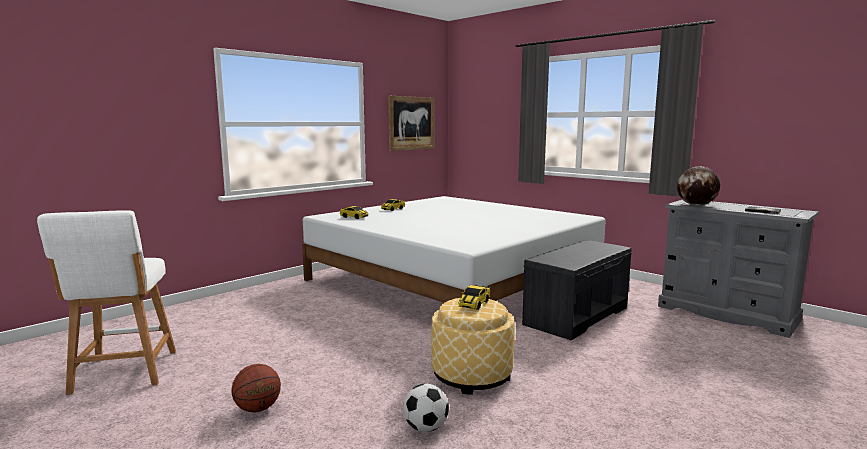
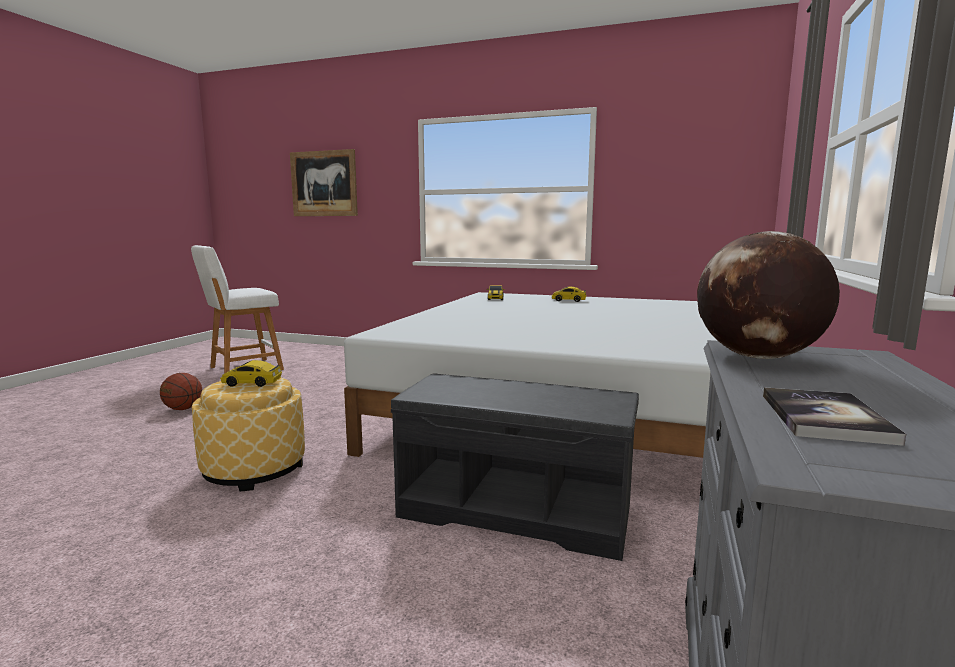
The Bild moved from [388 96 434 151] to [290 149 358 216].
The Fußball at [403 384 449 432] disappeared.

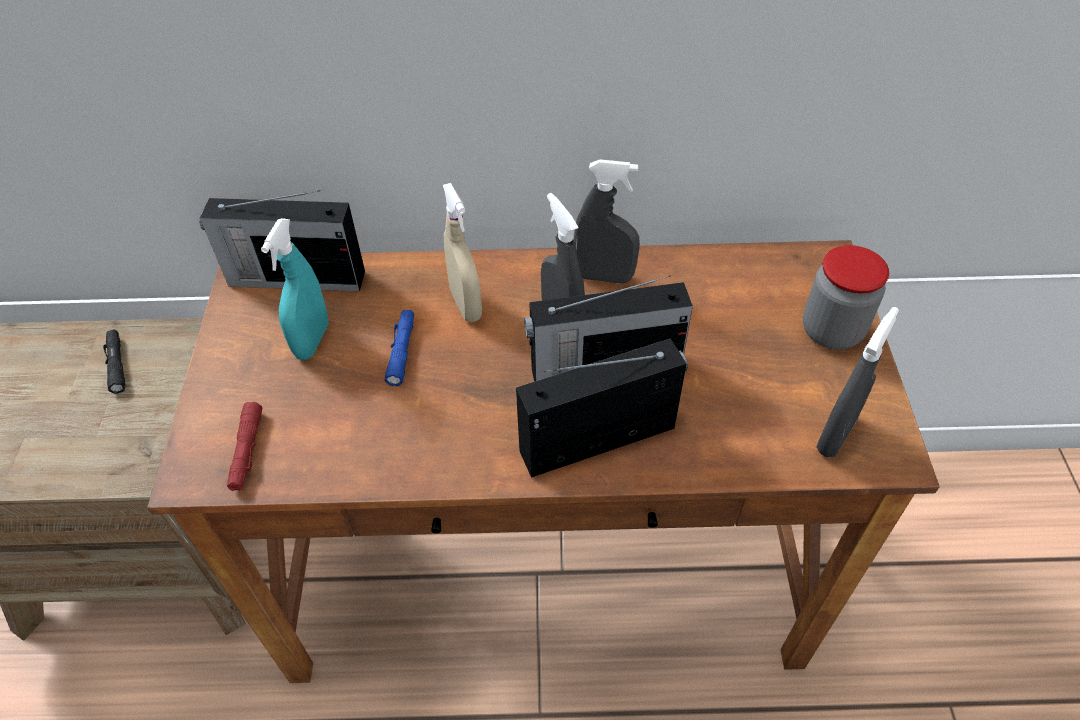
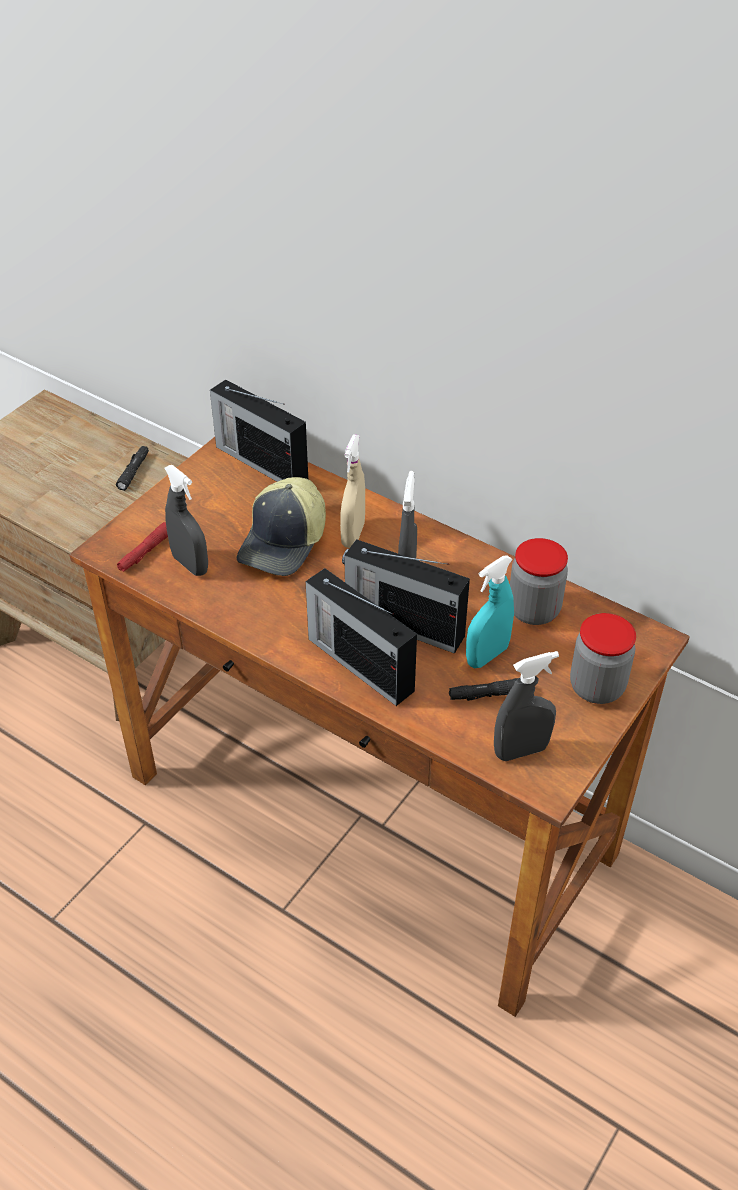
The Sprühflasche (grau) moved from [574 159 640 284] to [164 465 208 576].
The Taschenlampe (blau) at [385 310 414 386] was replaced by the Kappe at [237 477 326 576].
The Radio at [516 338 688 478] turned 150 degrees counterclockwise.
The Taschenlampe (schwarz) at [449 678 518 701] appeared.
The Sprühflasche (türkis) moved from [261 218 328 360] to [466 555 514 668].
The Vorratsglas at [510 538 568 625] appeared.

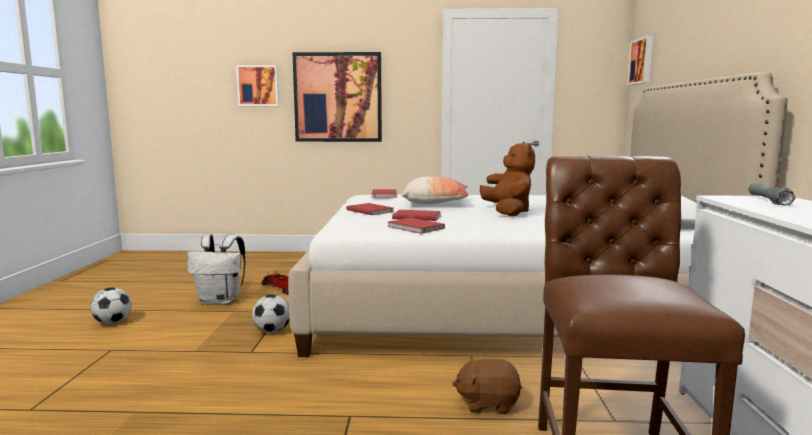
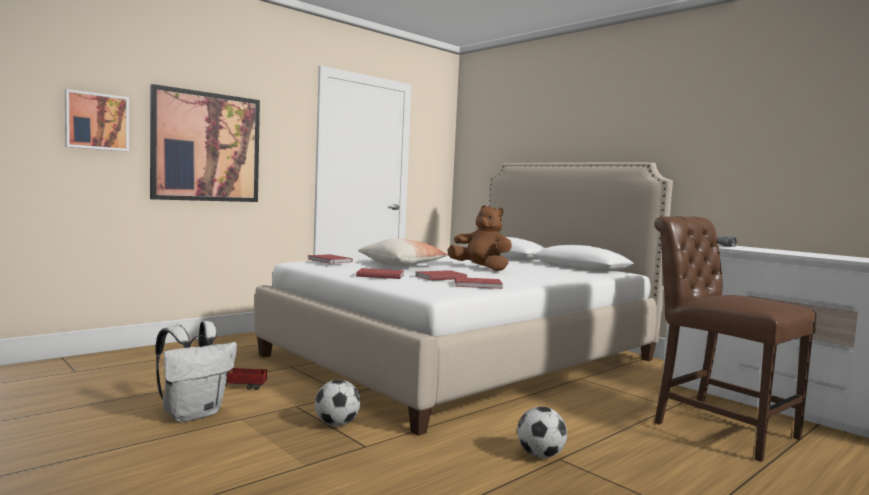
The Fußball moved from [90 287 132 324] to [517 407 567 458].
The Plüschtier (braun) at [452 357 522 414] disappeared.
The Bild at [627 35 653 85] disappeared.

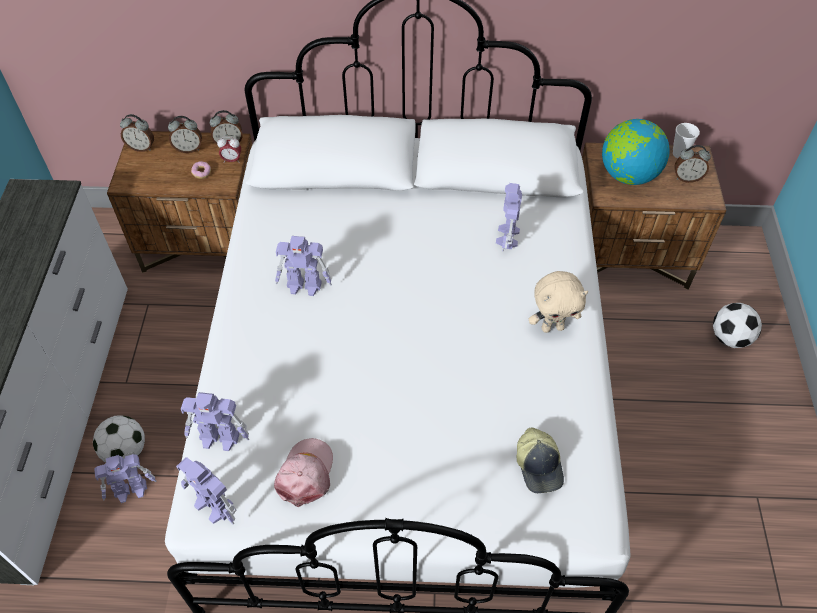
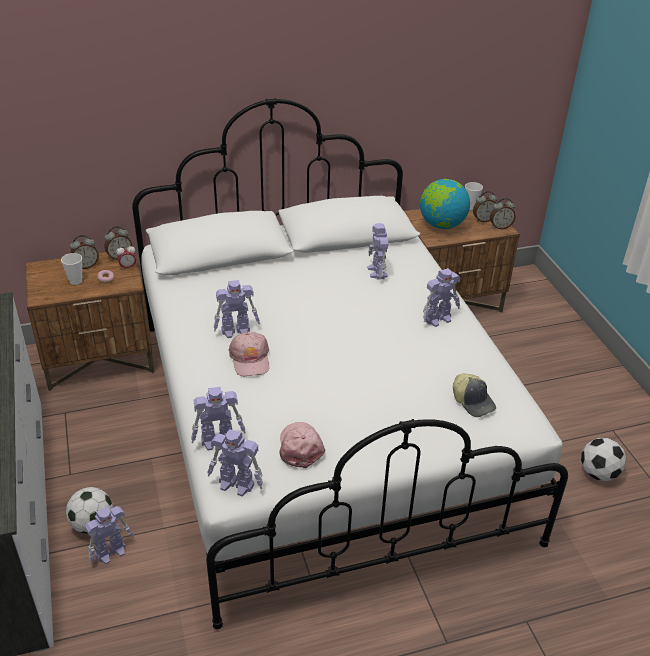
The Tasse at [61 253 82 285] appeared.
The Kappe (rosa) at [229 332 269 376] appeared.
The Plüschtier (beige) at [529 271 588 333] was replaced by the Spielzeugroboter at [423 268 460 327].
The Wecker moved from [120 114 154 152] to [490 198 516 229].
The Fußball moved from [713 303 762 348] to [581 438 626 481].

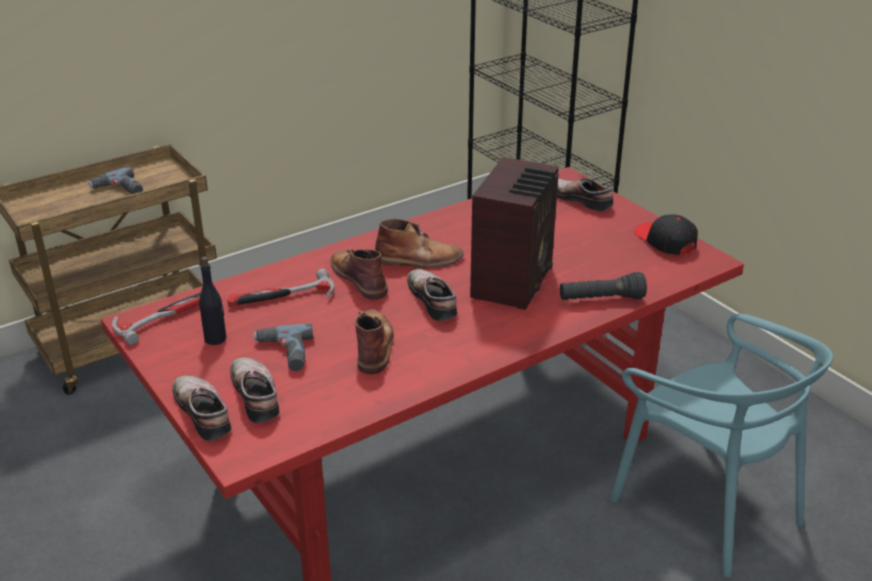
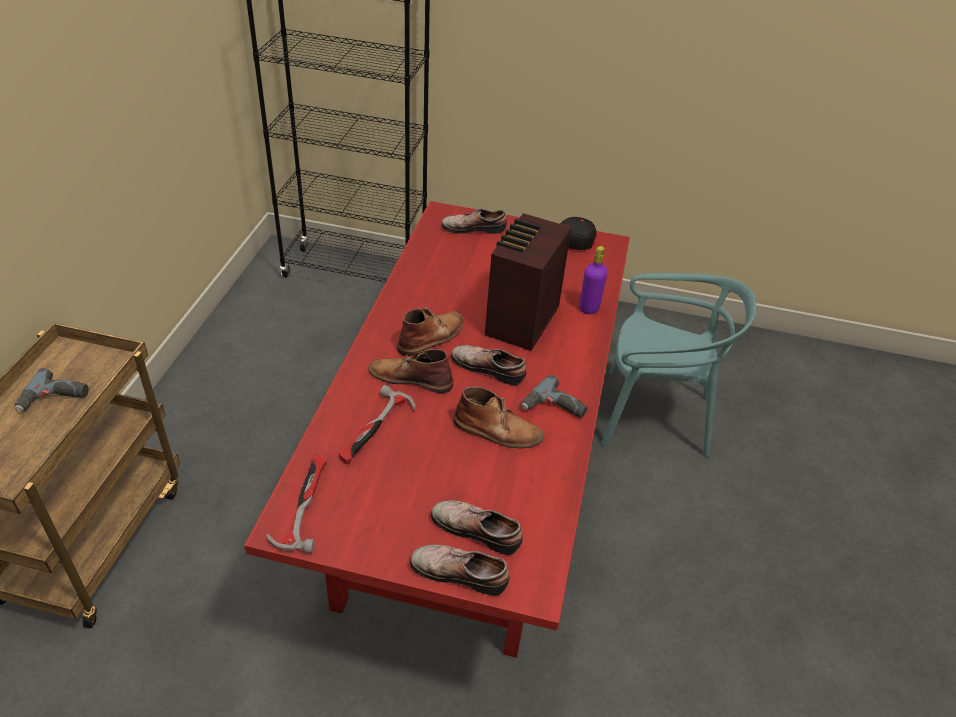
The Stiefel (braun) at [355 309 394 374] turned 150 degrees clockwise.
The Radio at [470 157 559 310] turned 135 degrees counterclockwise.
The Bohrmaschine moved from [253 323 313 371] to [521 375 588 418].
The Taschenlampe (schwarz) at [560 272 647 300] was replaced by the Flasche (lila) at [579 246 608 314].
The Flasche (schwarz) at [199 256 227 345] disappeared.

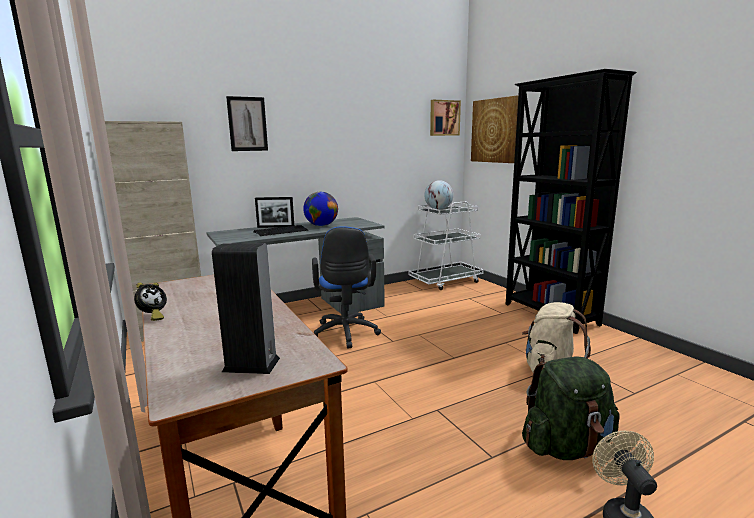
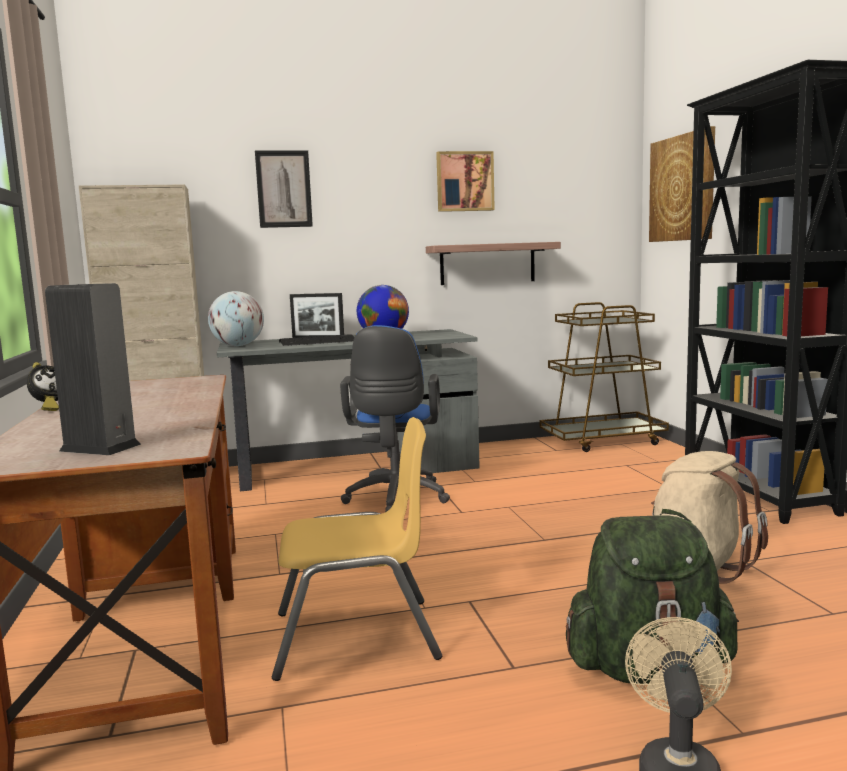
The Globus moved from [424 180 454 210] to [208 291 264 346].
The Stuhl (gelb) at [272 417 442 681] appeared.
The Wandregal at [426 242 561 285] appeared.
The Bild moved from [430 100 461 136] to [436 151 495 212].
The Rollwagen (weiß) at [408 201 484 290] became the Rollwagen (braun) at [540 302 669 452].

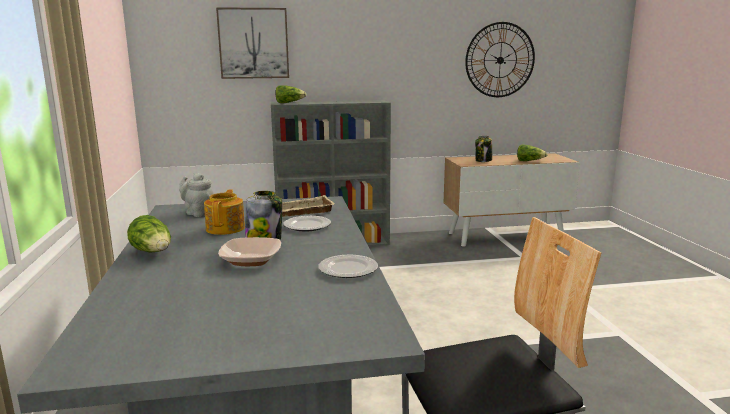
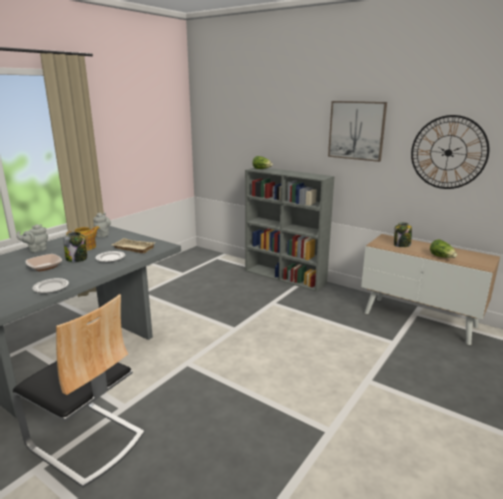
The Salatkopf at [127 215 171 252] was replaced by the Teekanne (grau) at [16 224 48 252].
The Bild moved from [216 7 289 79] to [328 101 387 162].

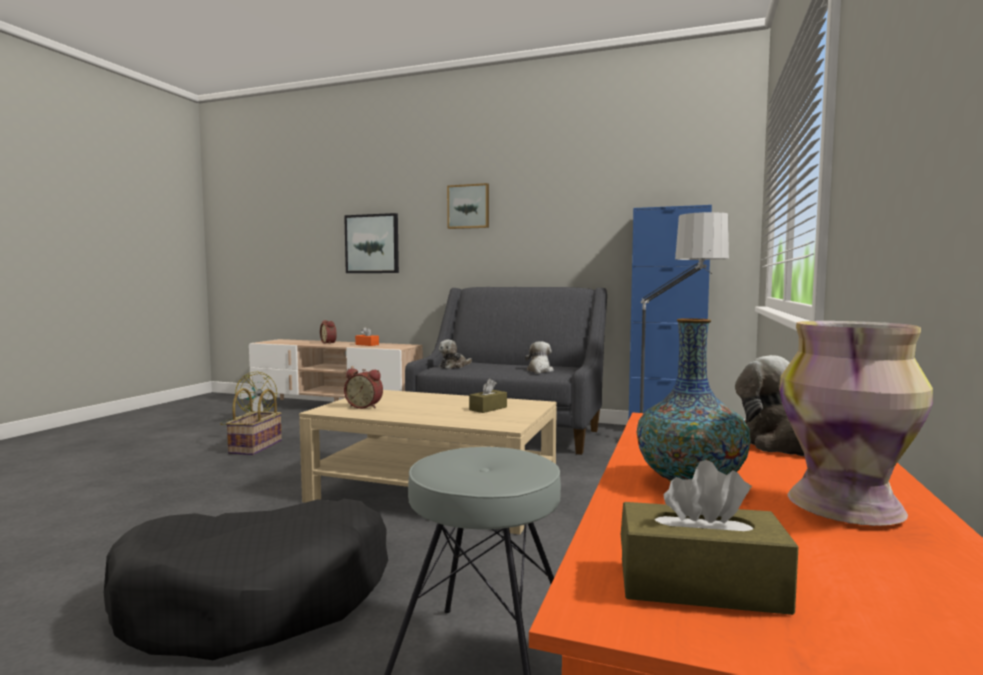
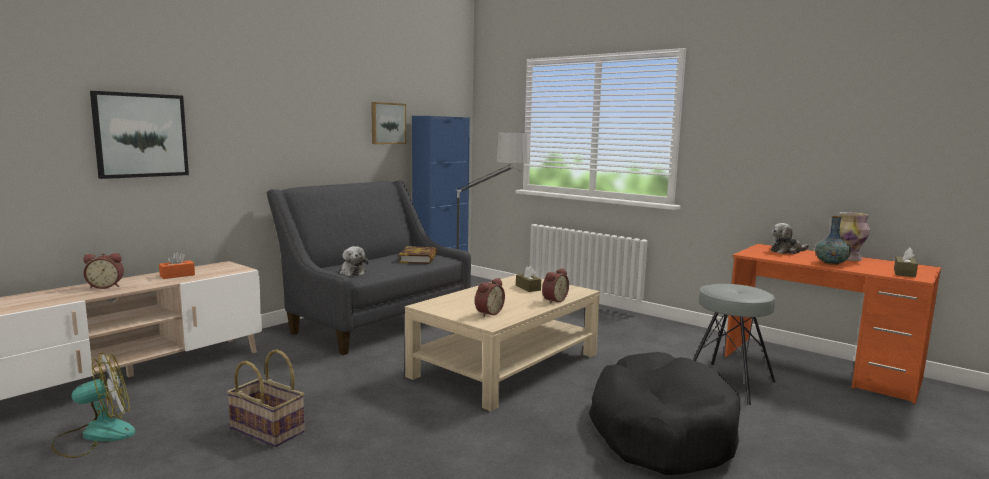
The Bild moved from [447 183 489 229] to [371 102 406 144].
The Plüschtier at [525 341 554 374] was replaced by the Buch at [399 246 437 264].
The Wecker at [542 269 569 304] appeared.

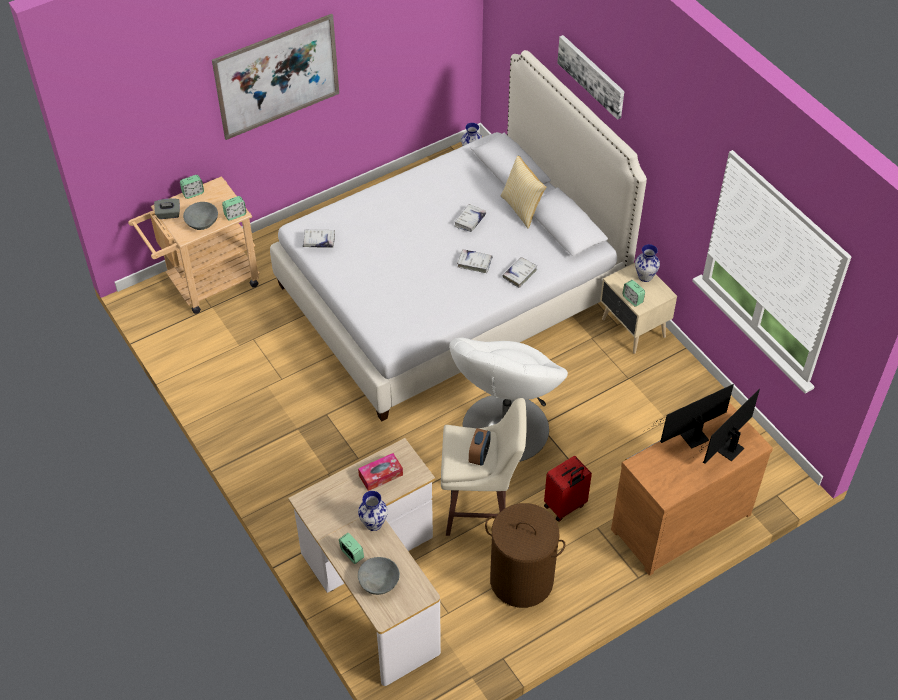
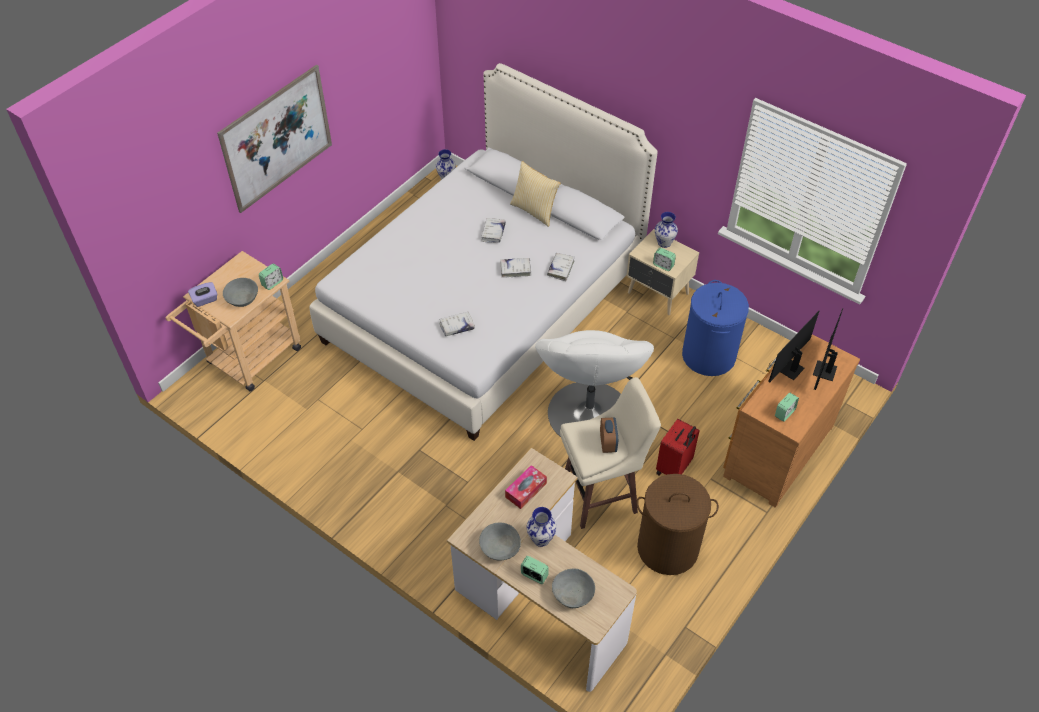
The Taschentuchbox (grau) at [154 199 180 219] became the Taschentuchbox (lila) at [188 282 217 307].
The Buch (weiß) moved from [303 230 335 248] to [439 312 475 336].
The Schüssel (grau) at [479 523 521 561] appeared.
The Wäschekorb (blau) at [682 280 749 376] appeared.
The Wecker moved from [180 175 204 199] to [775 393 799 422].
The Bild at [557 35 624 120] disappeared.

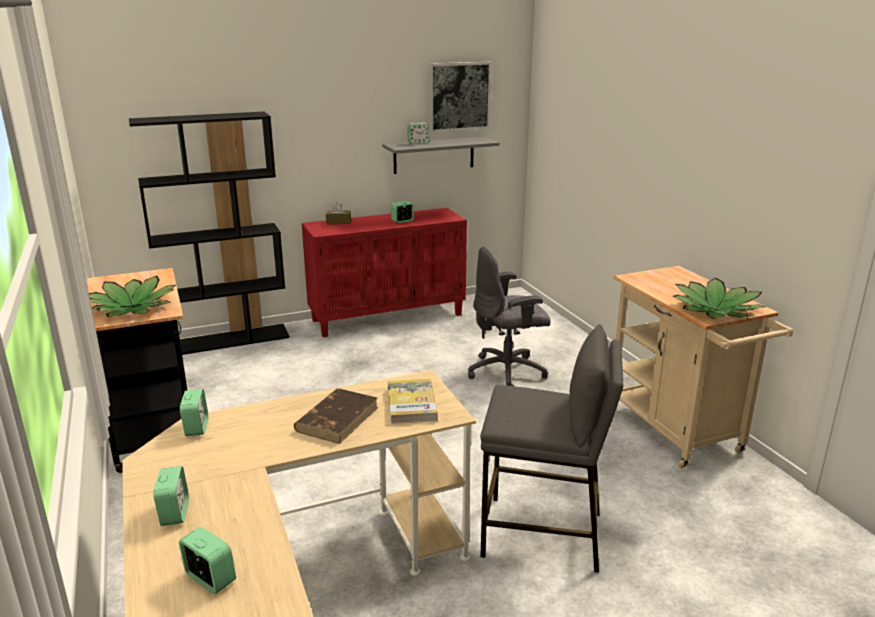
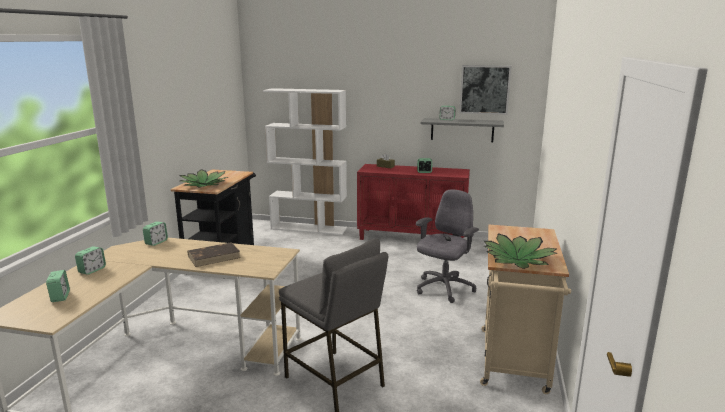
The Bücherregal (schwarz) at [129 111 290 355] became the Bücherregal (weiß) at [263 88 347 235].
The Bürostuhl (grau) at [468 247 551 386] turned 105 degrees clockwise.
The Buch at [387 379 438 424] disappeared.

